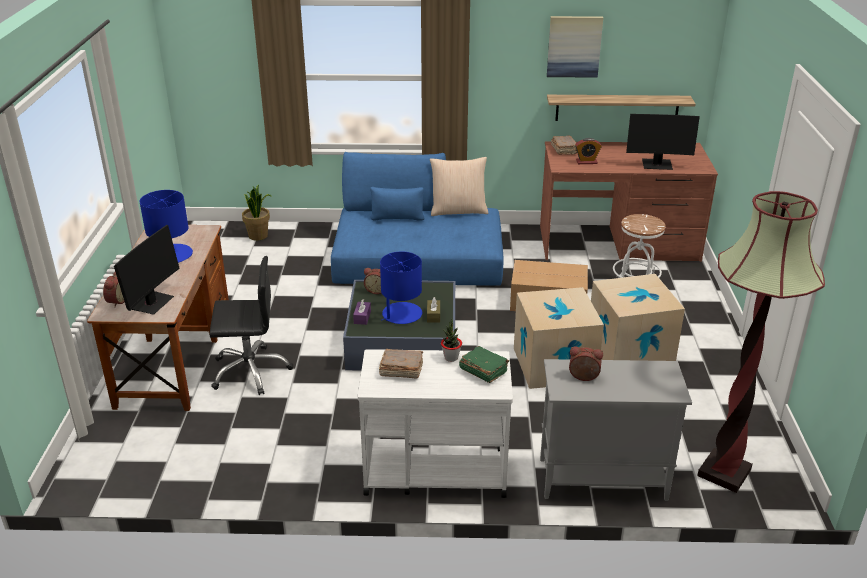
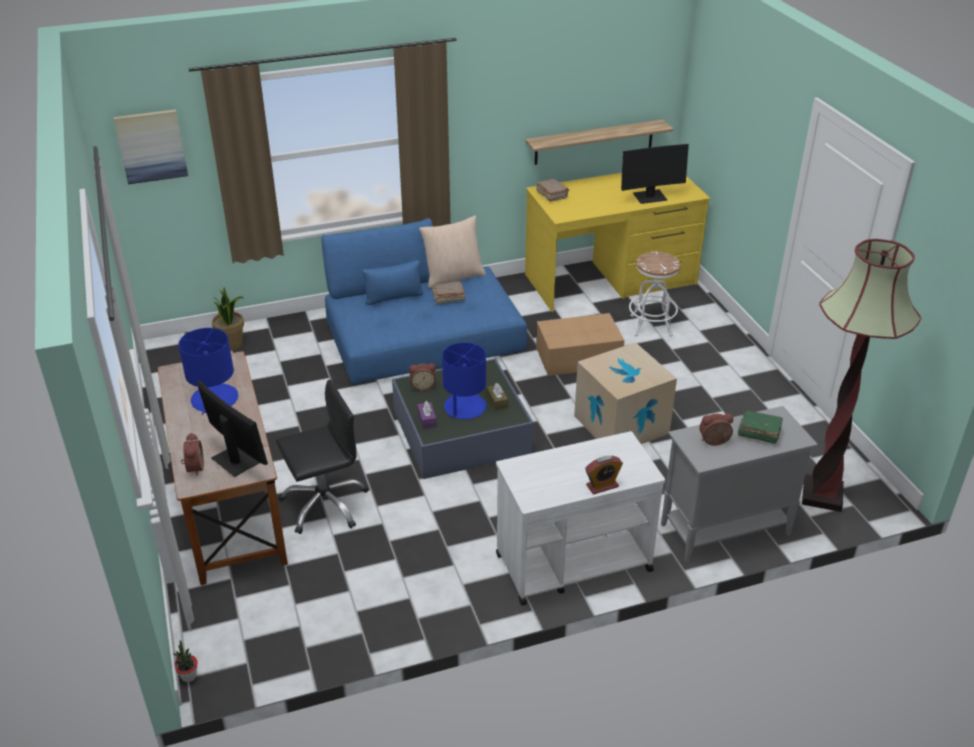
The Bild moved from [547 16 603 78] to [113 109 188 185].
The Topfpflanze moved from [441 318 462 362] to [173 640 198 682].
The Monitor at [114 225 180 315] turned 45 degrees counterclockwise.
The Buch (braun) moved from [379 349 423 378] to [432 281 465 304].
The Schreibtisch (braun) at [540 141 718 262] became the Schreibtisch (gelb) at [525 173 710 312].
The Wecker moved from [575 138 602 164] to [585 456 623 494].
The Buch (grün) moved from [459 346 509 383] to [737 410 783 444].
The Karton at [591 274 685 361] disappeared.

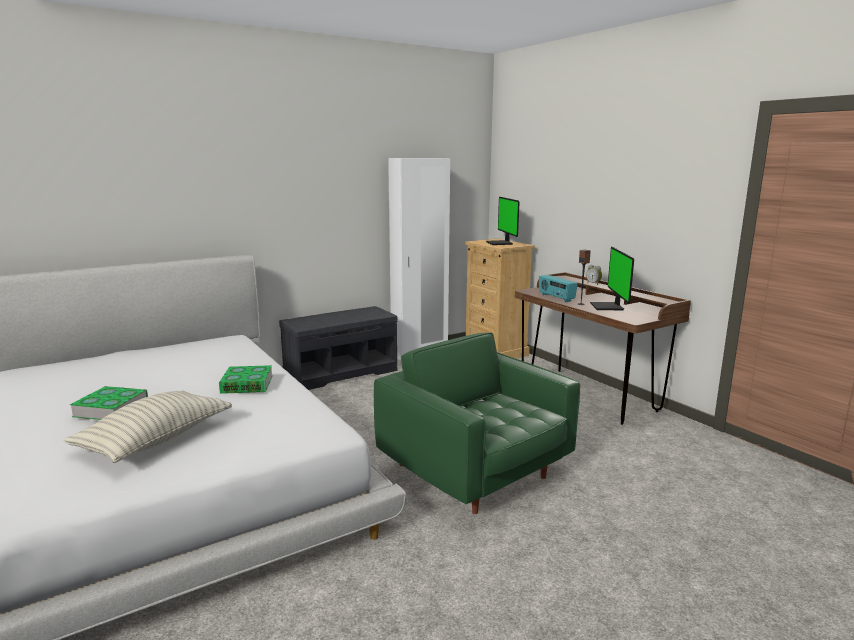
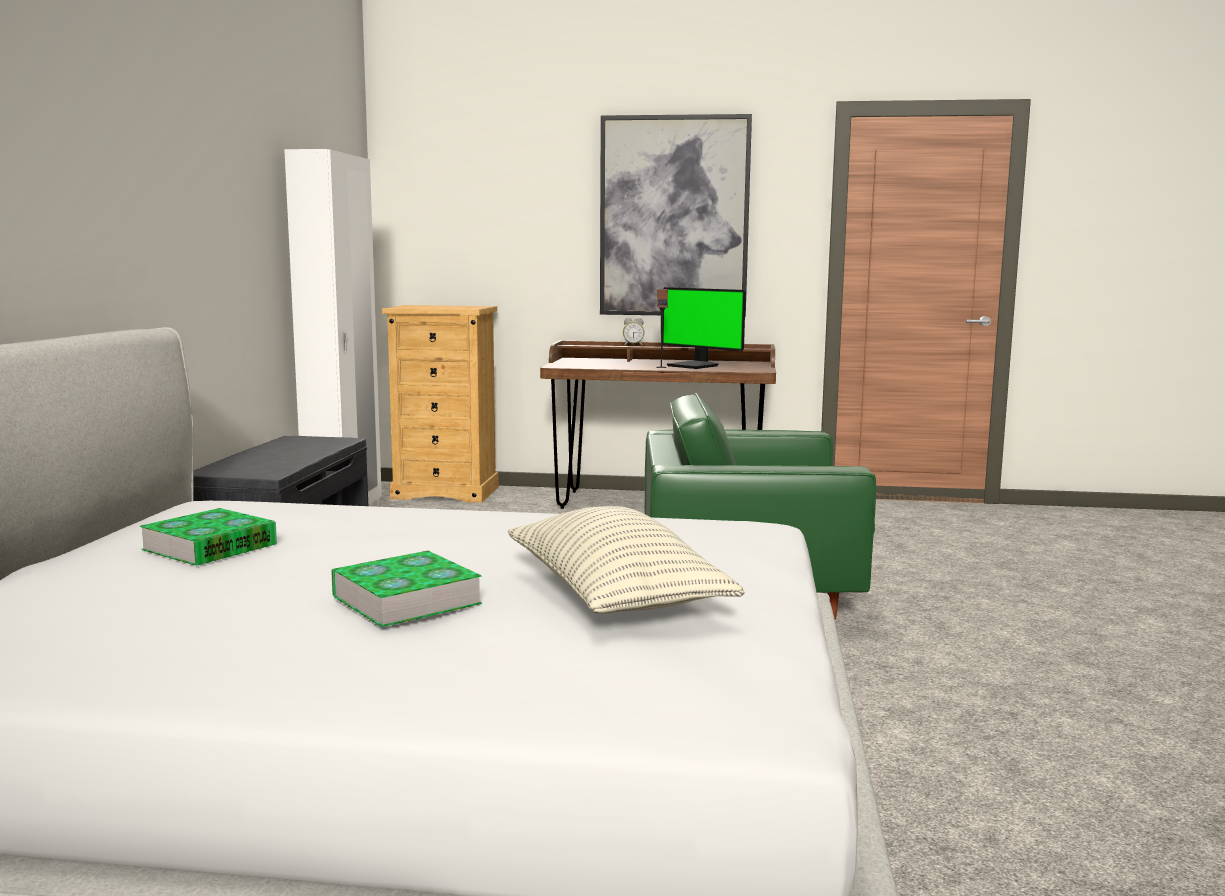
The Buch moved from [219 365 273 394] to [140 508 277 566].
The Bild at [600 114 752 317] appeared.
The Monitor at [486 197 520 245] disappeared.
The Radio at [539 275 578 302] disappeared.

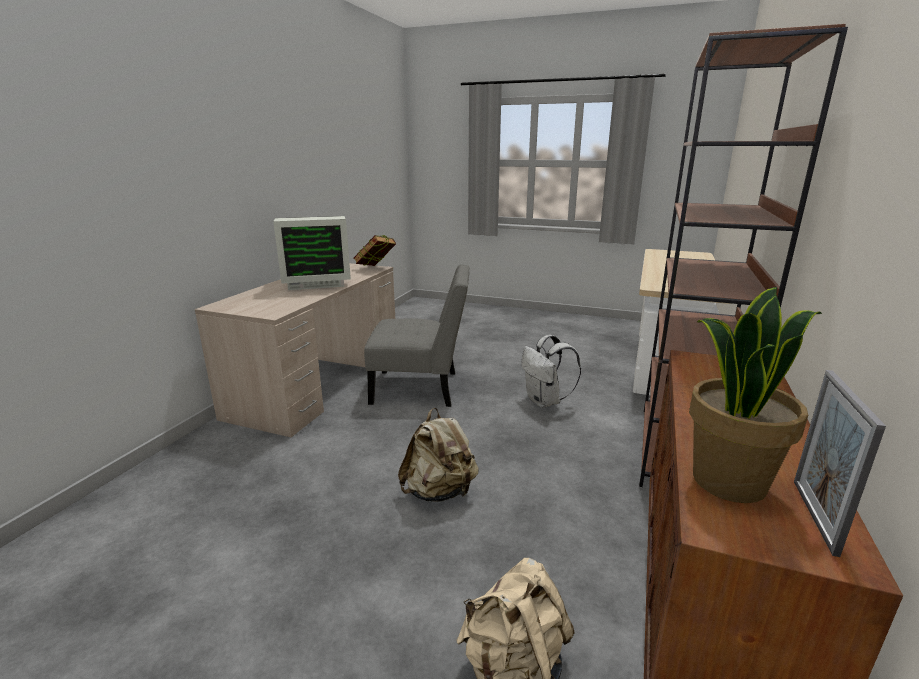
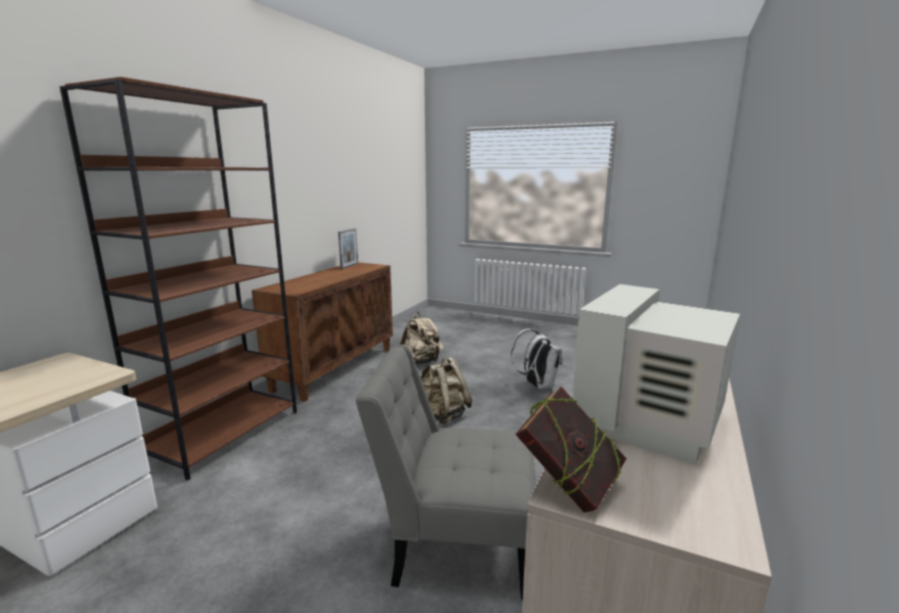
The Rucksack (weiß) moved from [521 335 581 408] to [511 329 562 389].
The Monitor at [273 216 351 290] turned 45 degrees counterclockwise.
The Topfpflanze at [689 287 822 503] disappeared.

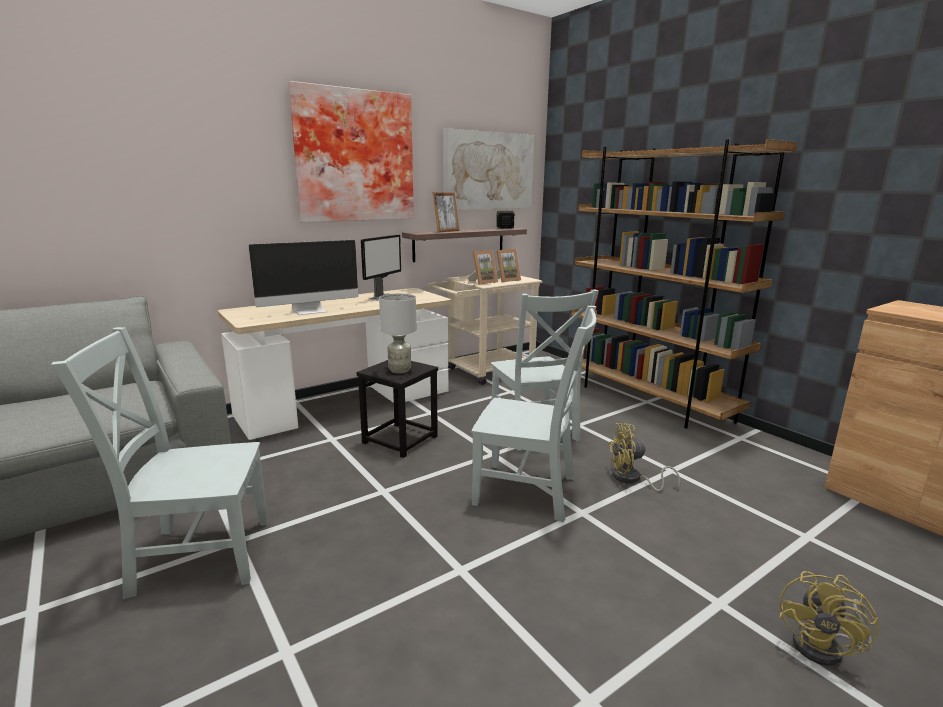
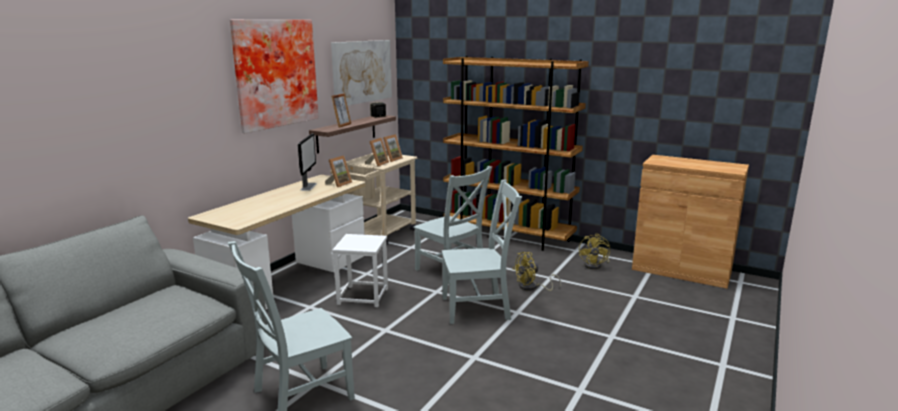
The Bilderrahmen at [325 156 352 187] appeared.
The Hocker (schwarz) at [357 360 438 458] became the Hocker (weiß) at [332 234 388 307].
The Ventilator (gelb) moved from [779 571 879 666] to [579 234 610 269].
The Monitor at [248 240 358 315] disappeared.
The Tischlampe (grau) at [379 293 416 373] disappeared.

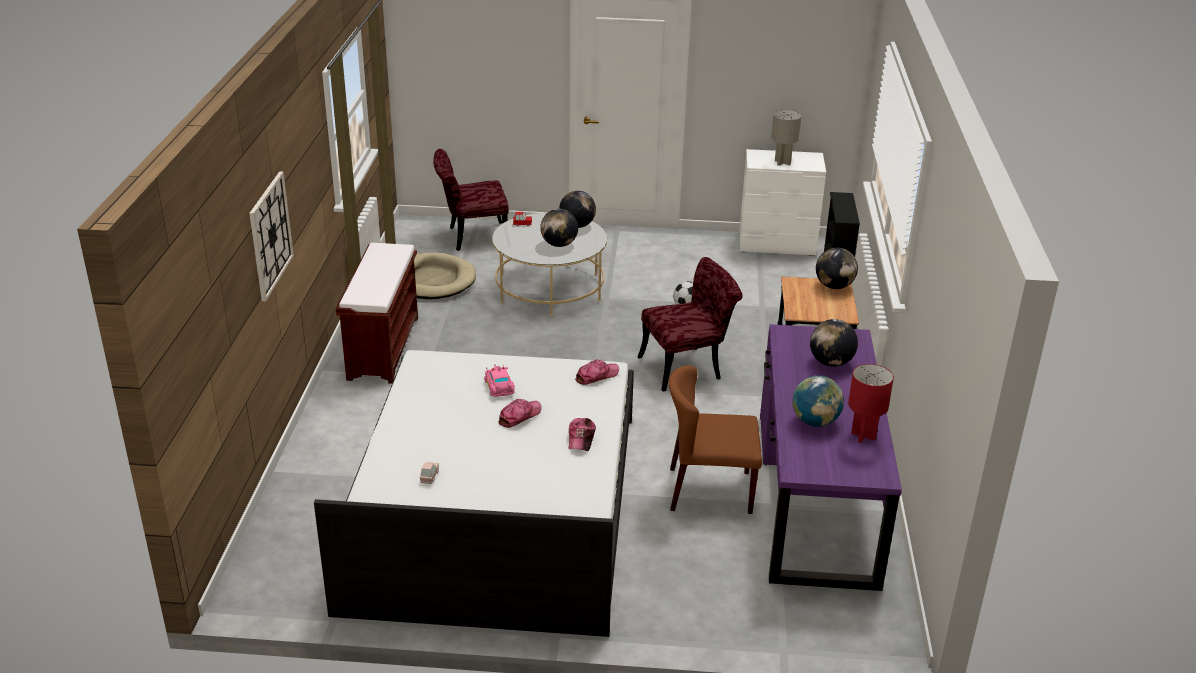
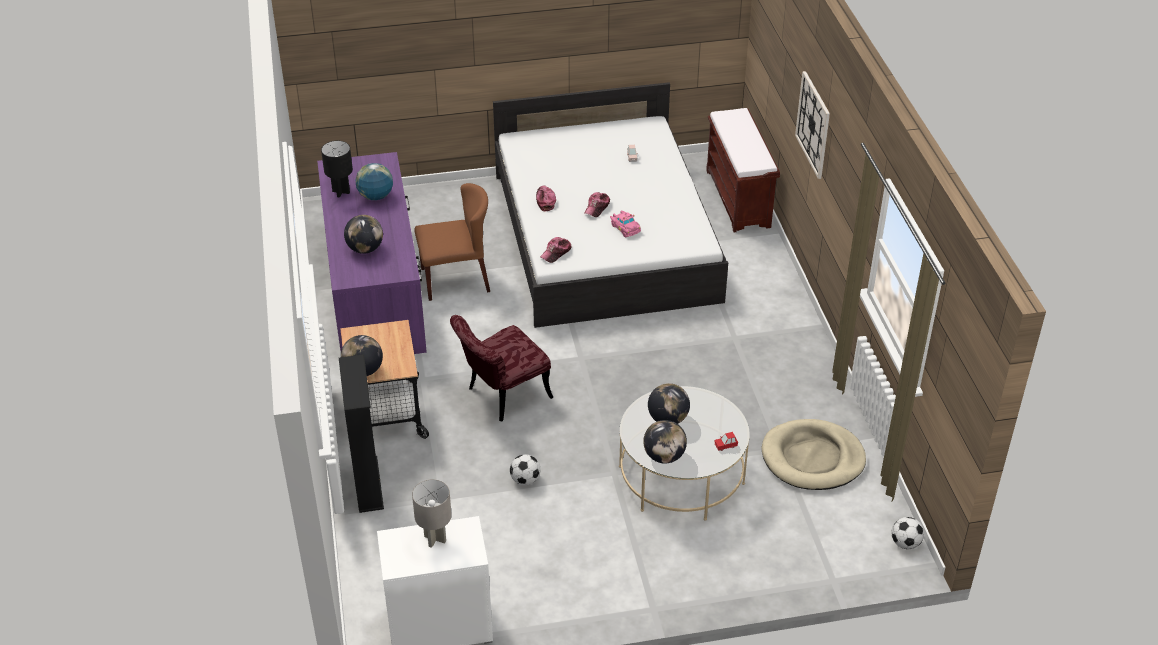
The Tischlampe (rot) at [848 364 894 443] became the Tischlampe (schwarz) at [321 141 353 197].
The Bank (braun) moved from [336 243 418 384] to [706 108 780 233].
The Fußball at [892 517 924 549] appeared.
The Stuhl (rot) at [433 149 509 251] disappeared.

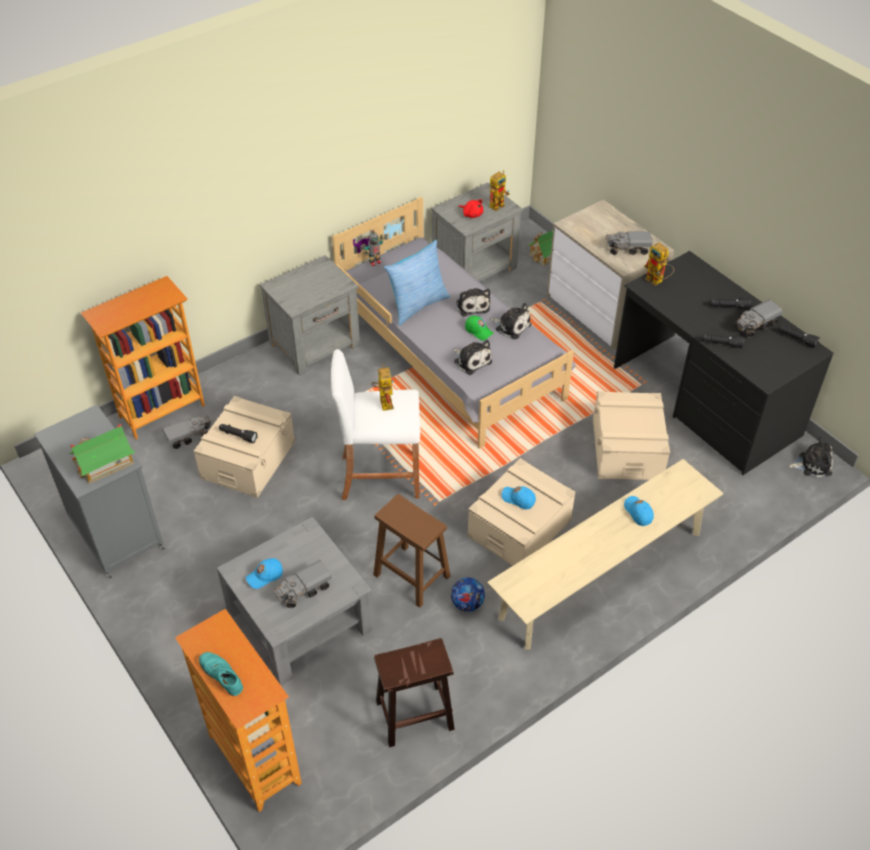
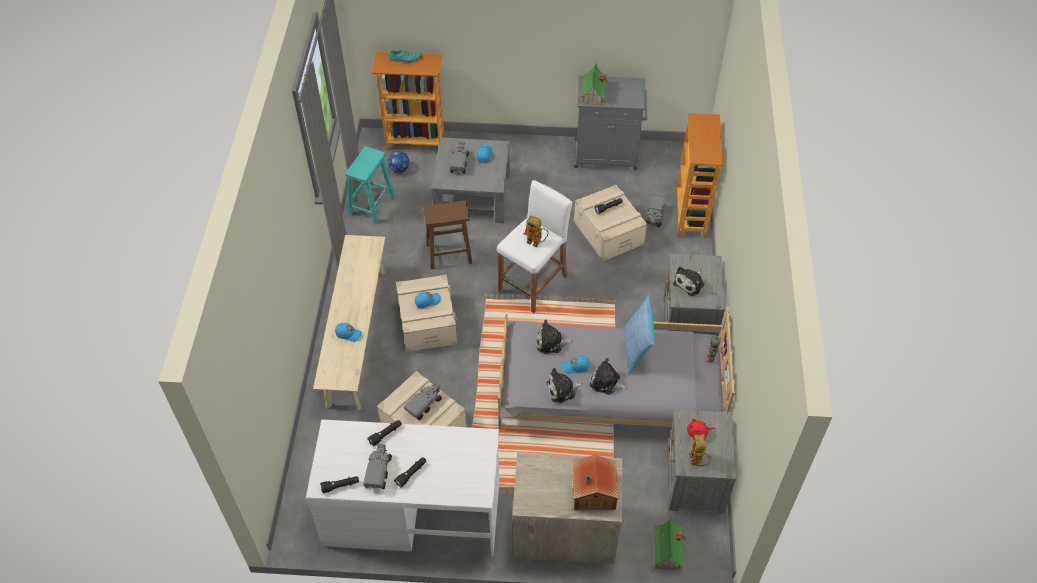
The Schreibtisch (schwarz) at [614 251 834 475] became the Schreibtisch (weiß) at [306 420 499 556].
The Hocker (braun) at [374 638 455 747] became the Hocker (türkis) at [345 146 396 224].
The Fußball moved from [451 577 485 612] to [388 151 409 173].
The Spielzeuglaster moved from [605 231 653 255] to [404 383 442 420].
The Kappe (grün) at [465 316 494 340] became the Kappe (blau) at [562 356 590 374].
The Spielzeughaus at [572 455 619 510] appeared.
The Plüschtier moved from [788 437 833 478] to [673 266 704 296].
The Spielzeugroboter at [644 242 674 286] disappeared.

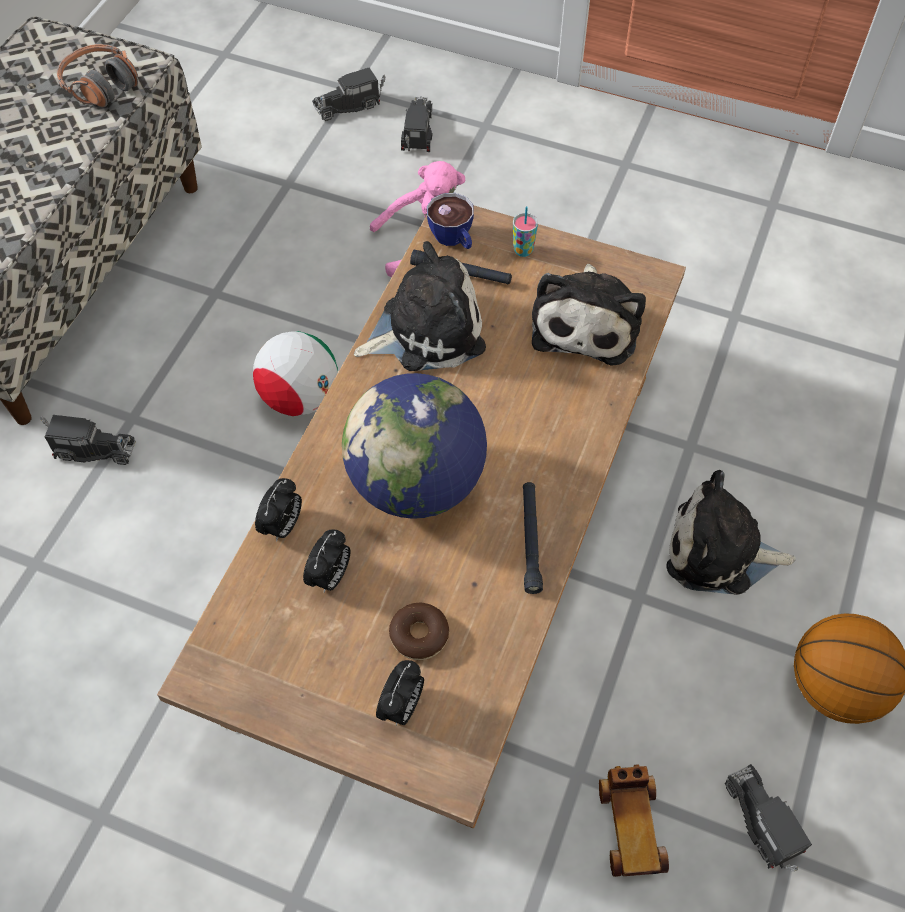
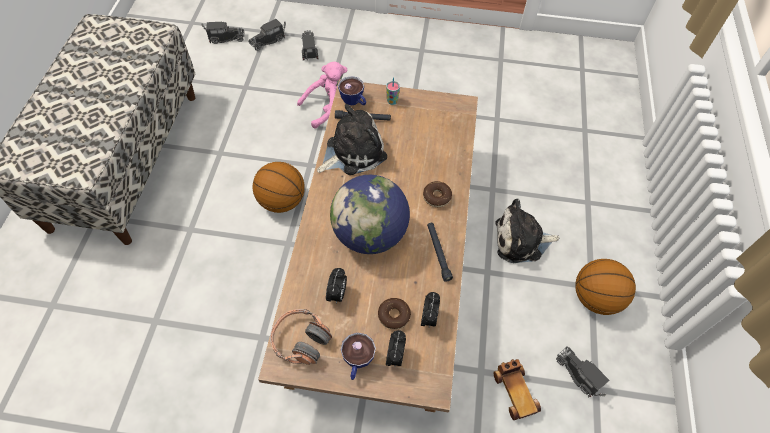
The Spielzeuglaster moved from [40 415 136 465] to [202 22 244 44].
The Fußball at [253 331 338 416] was replaced by the Basketball at [252 162 305 213].
The Kopfhörer moved from [57 44 138 107] to [270 309 332 365].
The Tasse at [341 333 376 380] appeared.
The Wecker moved from [255 478 302 542] to [421 292 440 327].
The Donut at [423 181 452 207] appeared.
The Plüschtier at [532 264 646 365] disappeared.

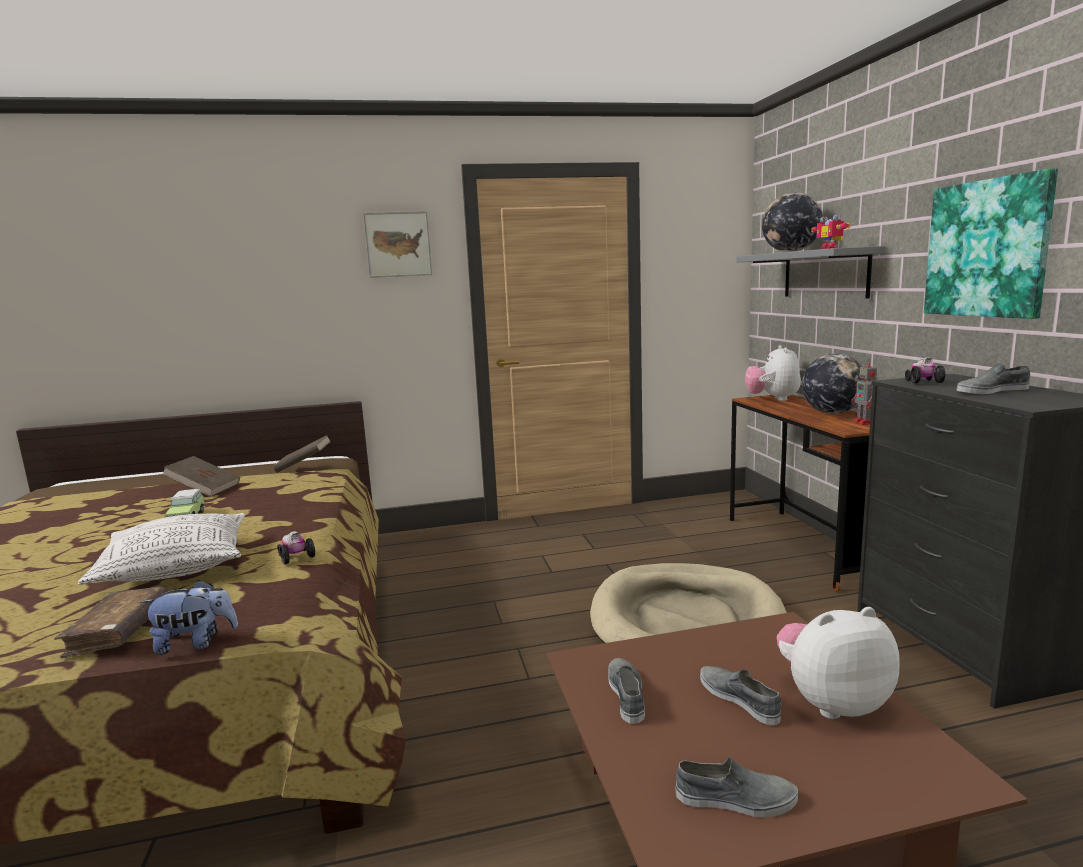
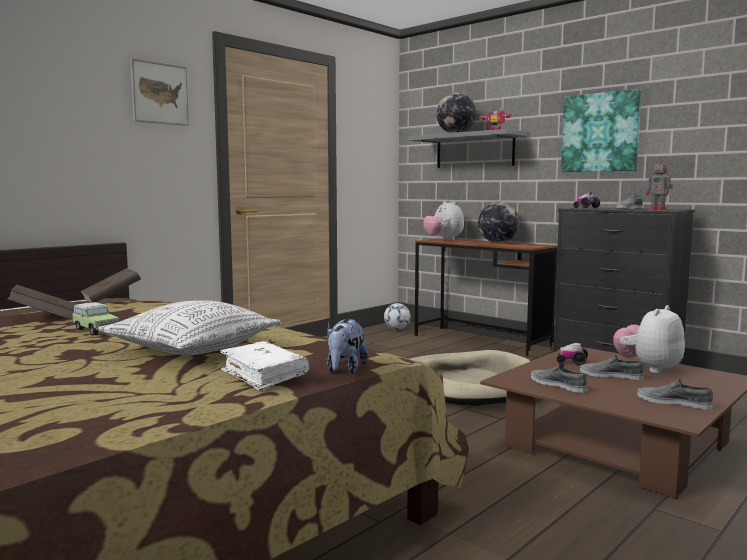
The Buch (braun) at [54 587 168 659] became the Buch (weiß) at [220 341 309 391].
The Plüschtier at [141 580 238 655] turned 150 degrees clockwise.
The Fußball at [384 303 411 330] appeared.
The Spielzeugauto moved from [277 531 315 564] to [557 343 588 365].
The Schuh (grau) at [675 757 798 818] turned 120 degrees counterclockwise.
The Spielzeugroboter moved from [851 359 877 425] to [646 159 673 210].

